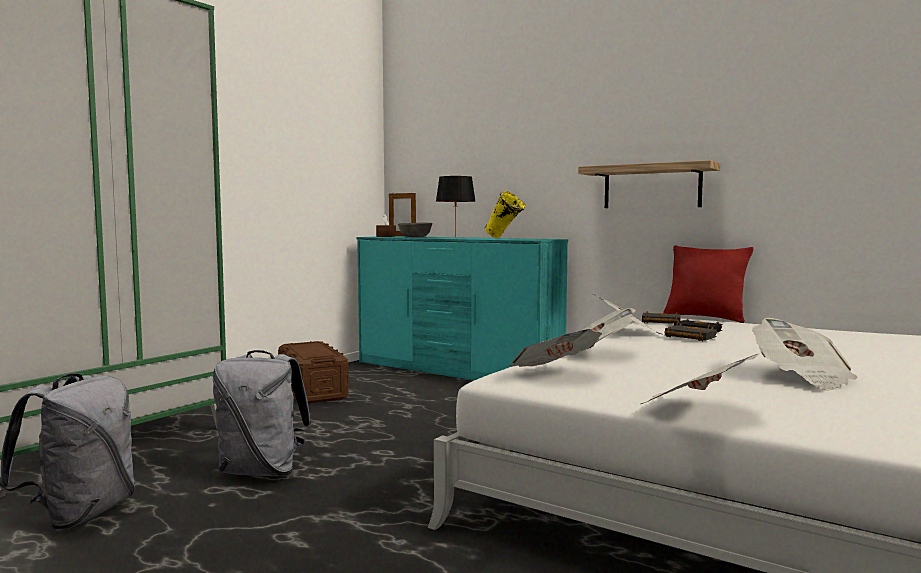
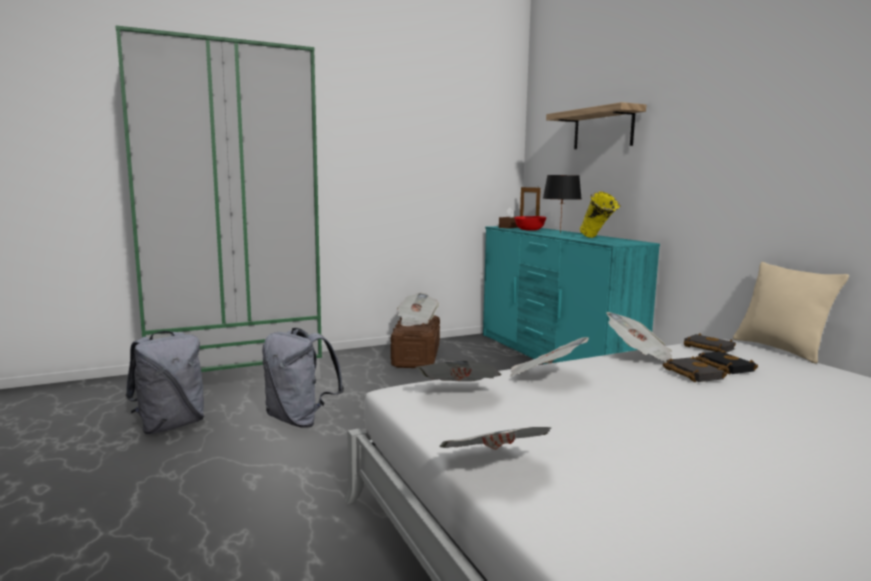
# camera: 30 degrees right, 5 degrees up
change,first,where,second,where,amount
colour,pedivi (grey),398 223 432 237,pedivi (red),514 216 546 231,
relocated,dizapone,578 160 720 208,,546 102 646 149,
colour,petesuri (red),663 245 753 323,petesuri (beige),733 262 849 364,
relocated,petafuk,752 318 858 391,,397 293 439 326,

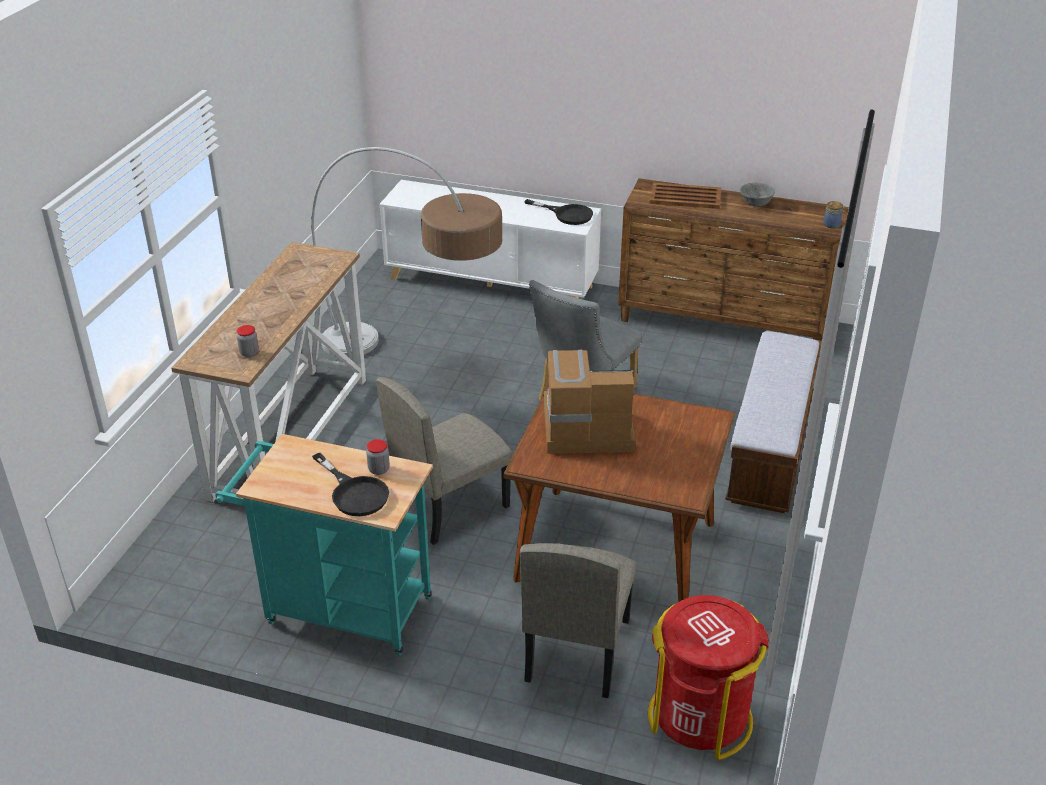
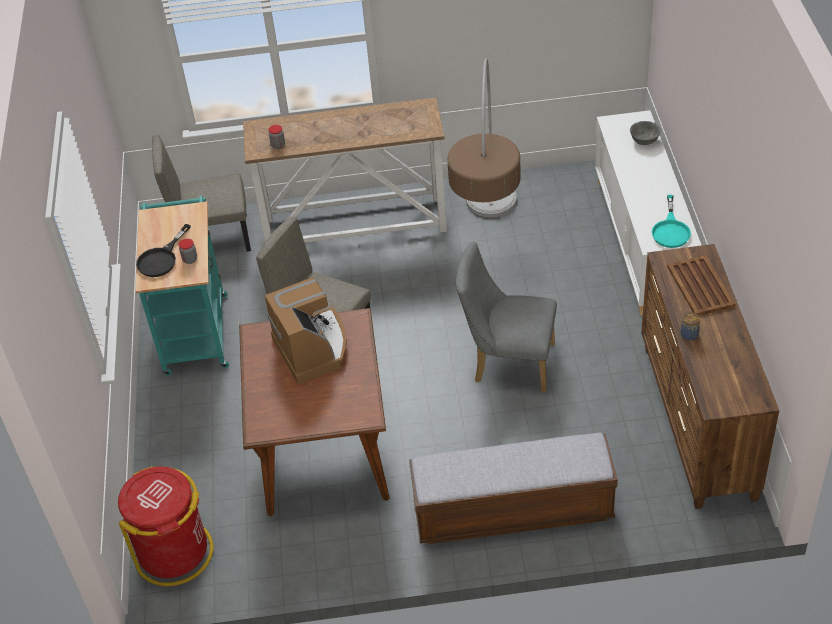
# camera: 70 degrees right, 10 degrees up
change,first,where,second,where,amount
relocated,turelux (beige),520 543 636 698,,152 135 251 251,
colour,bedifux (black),524 199 593 225,bedifux (turquoise),652 195 691 248,
relocated,pedivi (grey),740 182 775 206,,630 121 661 145,
relocated,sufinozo,823 201 845 229,,680 312 700 341,

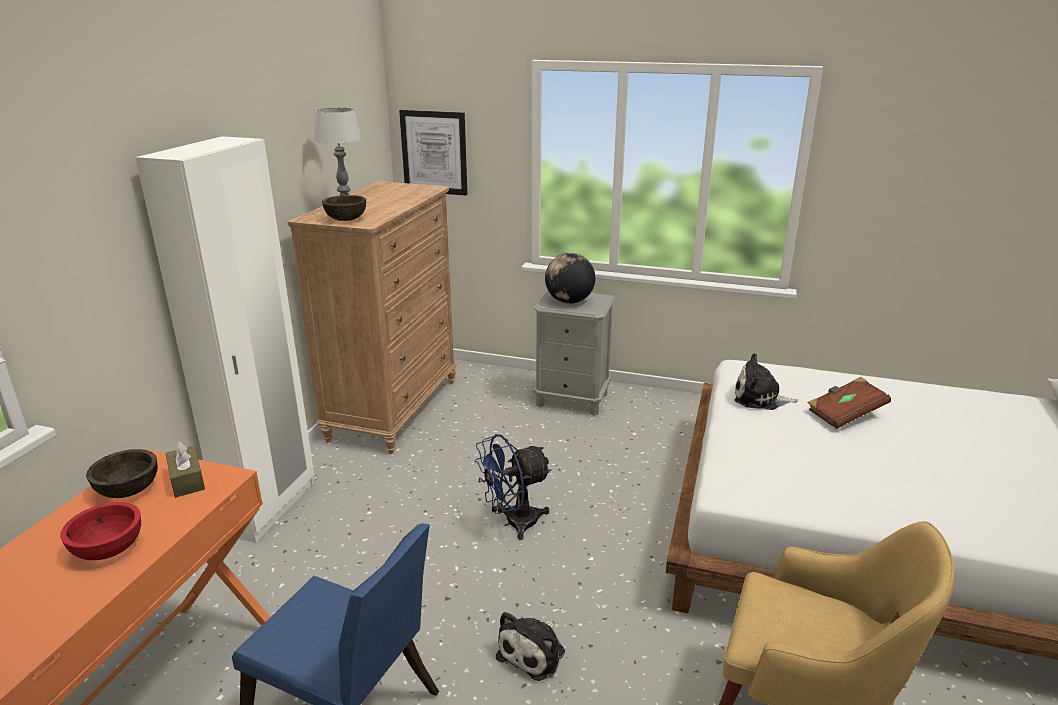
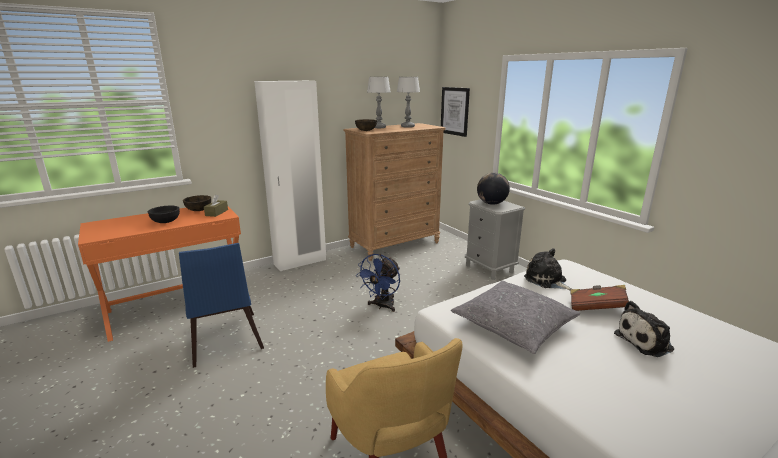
# camera: 40 degrees right, 5 degrees down
change,first,where,second,where,amount
colour,pedivi (red),60 502 141 560,pedivi (black),148 206 180 223,
spun,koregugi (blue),474 434 551 540,,356 254 400 312,75 degrees counterclockwise
relocated,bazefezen,496 612 565 681,,614 301 674 357,
appeared,,,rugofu,397 77 420 128,
appeared,,,petesuri (grey),451 281 580 354,

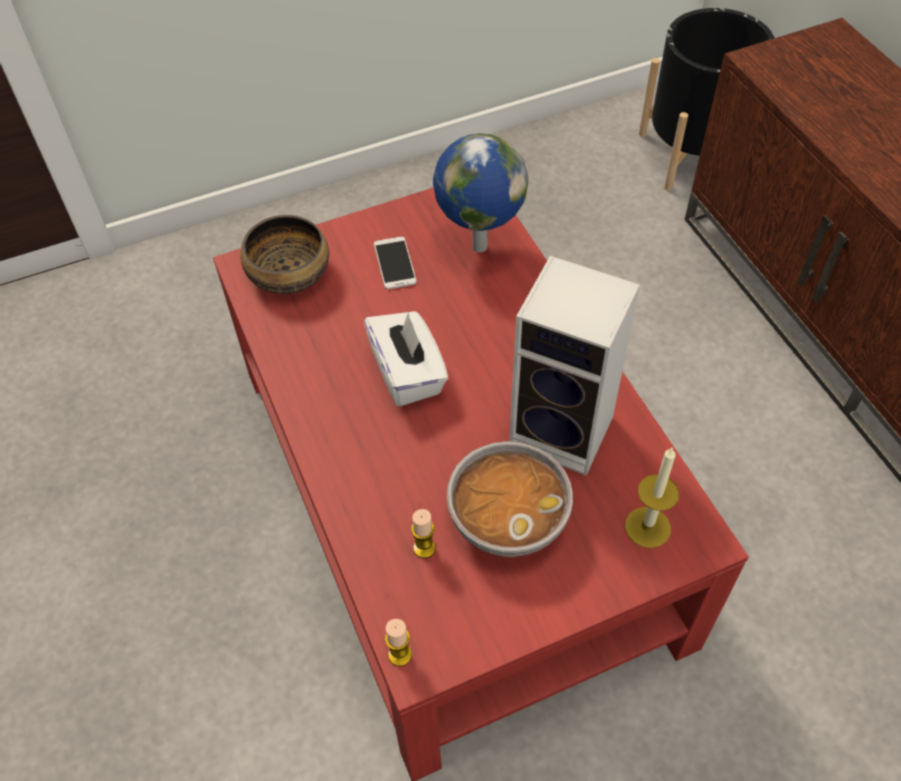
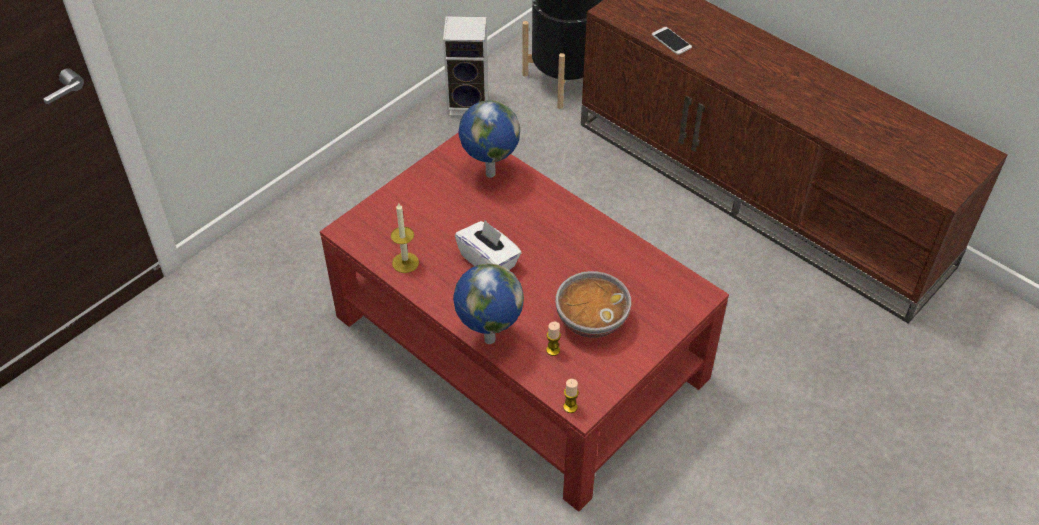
# camera: 25 degrees left, 5 degrees down
change,first,where,second,where,amount
missing,pedivi,240 215 329 294,,,
relocated,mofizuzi,374 236 417 289,,652 27 692 55,
relocated,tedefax,509 255 640 476,,443 16 488 116,
relocated,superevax,625 448 679 548,,391 202 419 273,
appeared,,,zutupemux,453 263 524 344,

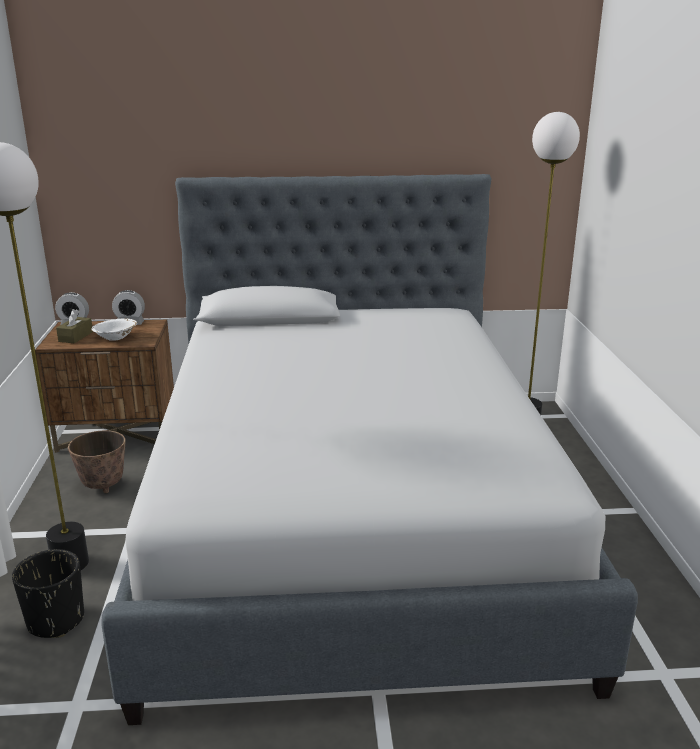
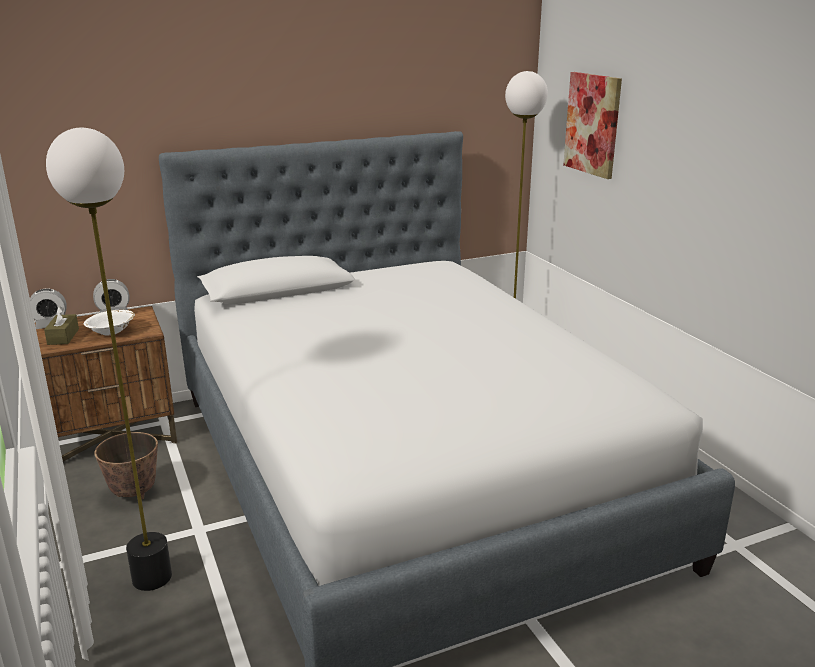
# camera: 20 degrees left, 0 degrees up
change,first,where,second,where,amount
missing,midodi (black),12 549 84 638,,,
appeared,,,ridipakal,563 72 622 179,

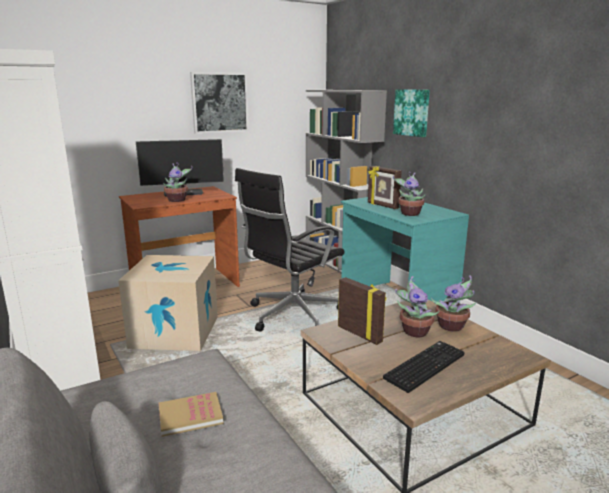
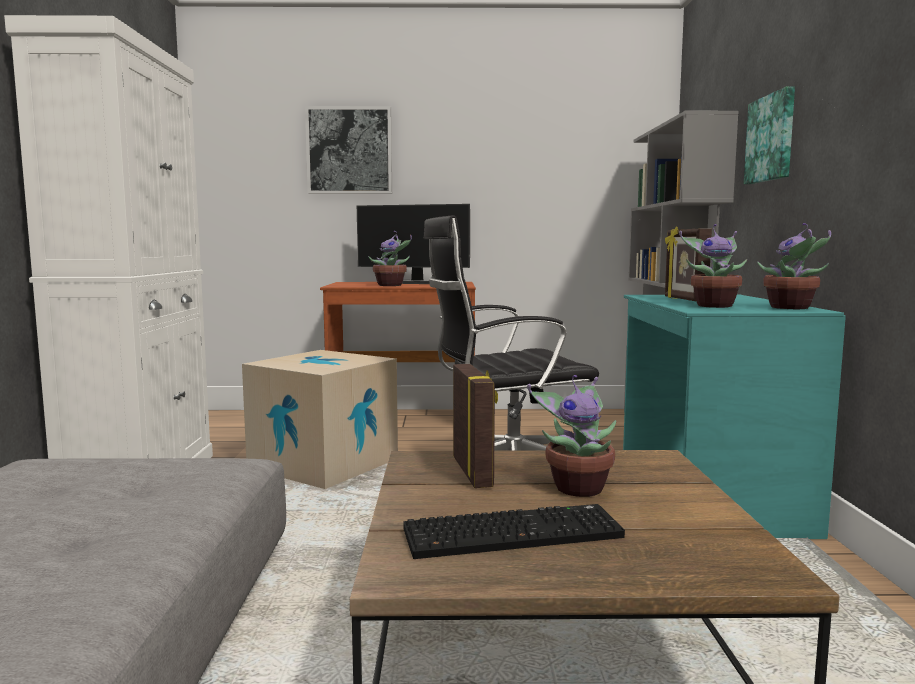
# camera: 30 degrees right, 10 degrees down
change,first,where,second,where,amount
missing,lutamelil,159 392 224 437,,,
relocated,ridipakal,190 72 249 134,,305 106 392 194,
relocated,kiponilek,431 275 477 332,,757 223 831 309,

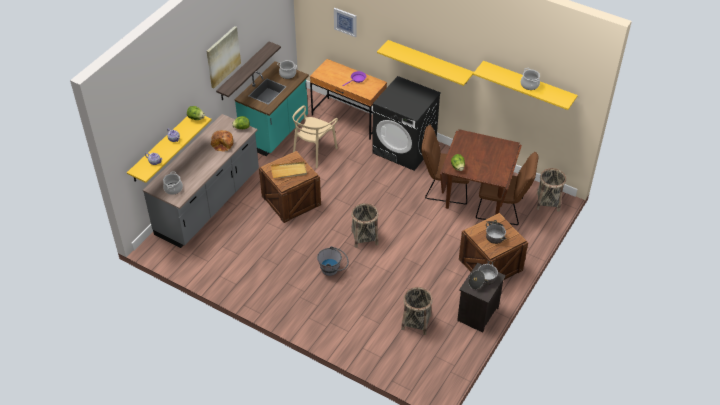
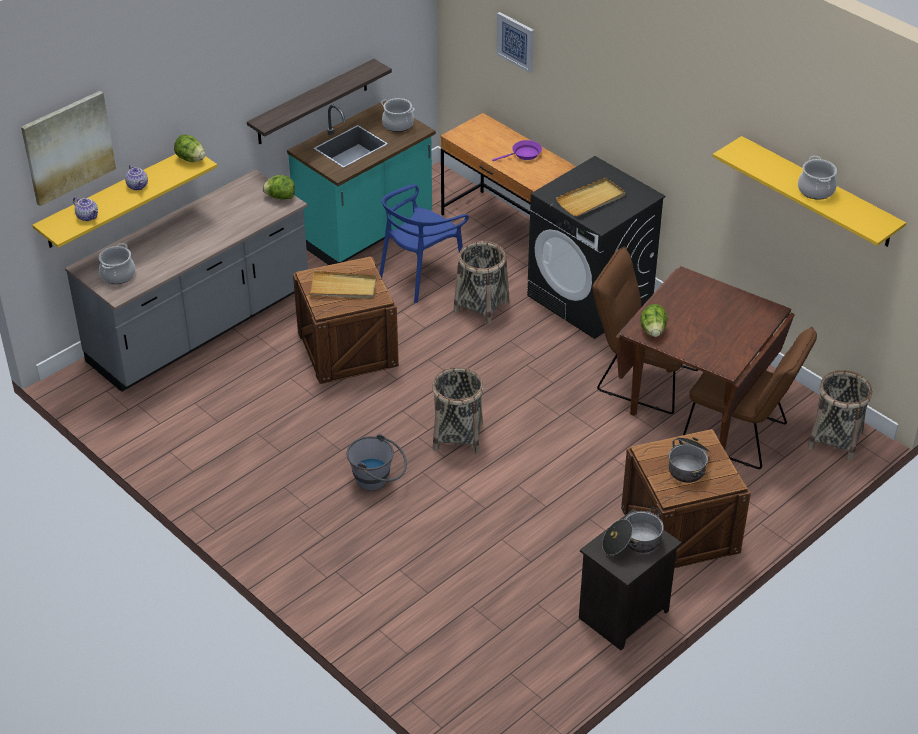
# camera: 15 degrees right, 5 degrees down
change,first,where,second,where,amount
relocated,ridipakal,206 26 241 88,,21 91 116 206,
missing,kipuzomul,211 130 233 152,,,
colour,turelux (beige),292 105 338 168,turelux (blue),379 184 469 303,
missing,dizapone (yellow),377 40 474 86,,,
relocated,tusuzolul,401 287 433 335,,454 241 509 325,
appeared,,,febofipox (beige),556 178 626 216,

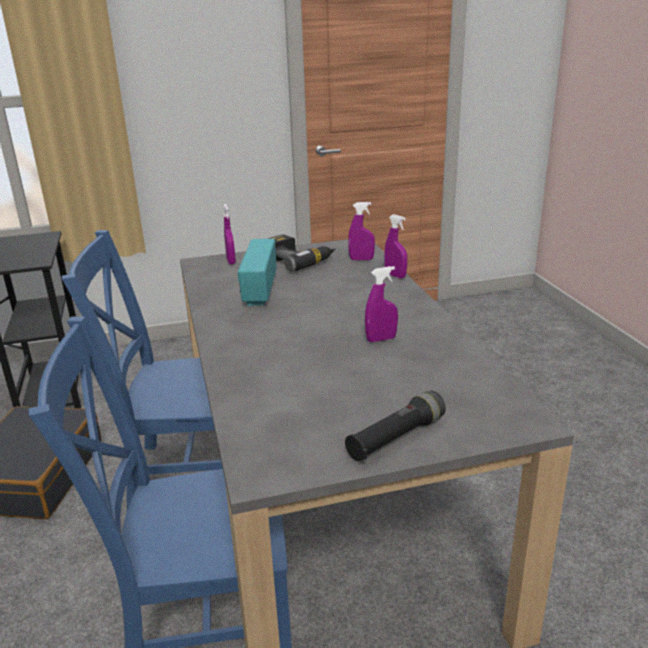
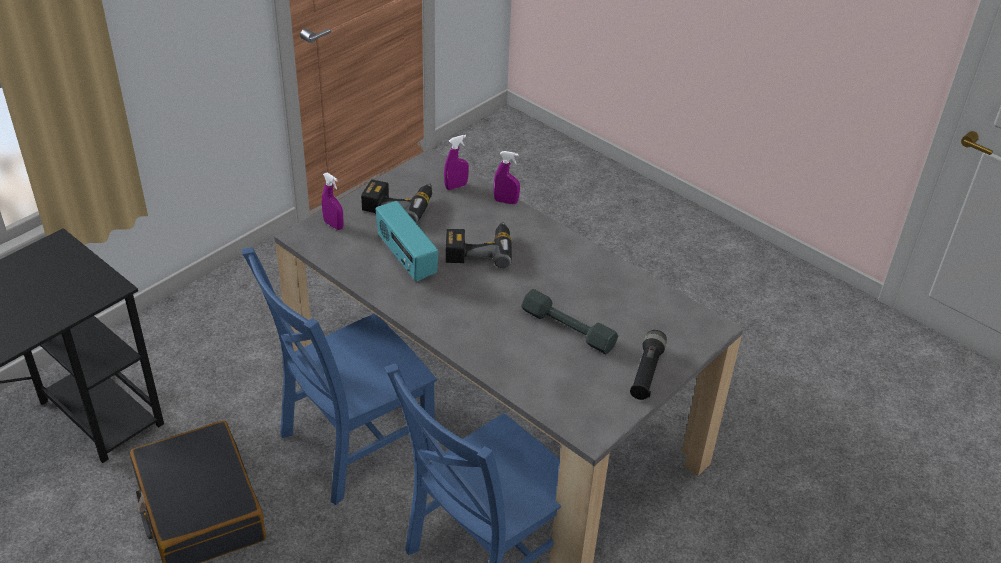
# camera: 35 degrees left, 15 degrees up
change,first,where,second,where,amount
missing,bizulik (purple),365 266 398 342,,,
appeared,,,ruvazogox,446 221 512 268,
appeared,,,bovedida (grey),521 289 618 354,

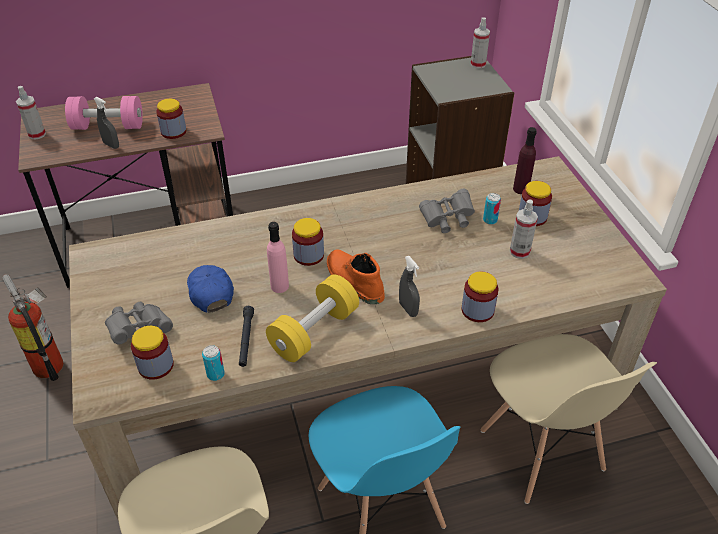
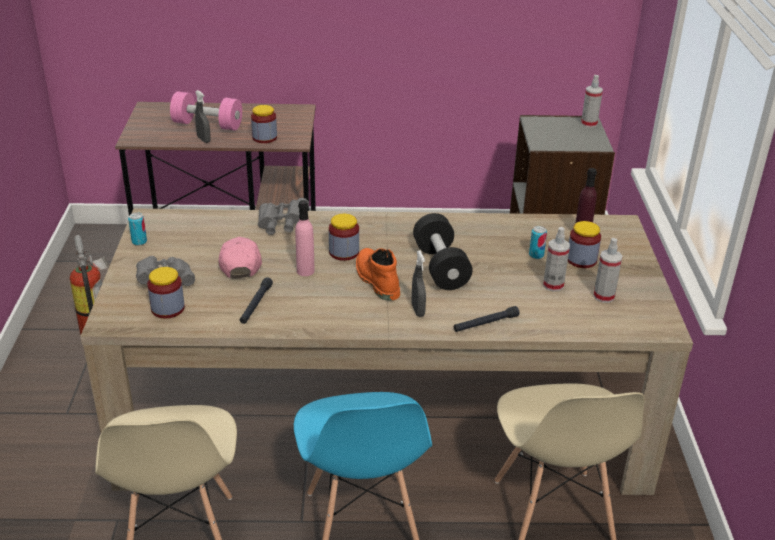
# camera: 15 degrees right, 10 degrees down
change,first,where,second,where,amount
relocated,bizulik,16 86 46 140,,593 238 622 303,
colour,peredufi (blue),187 265 234 313,peredufi (pink),219 237 262 279,
relocated,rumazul,202 345 225 381,,128 212 147 246,
missing,bovedida (yellow),266 274 359 362,,,
relocated,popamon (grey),419 189 475 233,,258 198 309 235,
exchanged,sufinozo,462 272 499 322,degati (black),454 306 519 332,
appeared,,,bovedida (black),413 213 473 290,

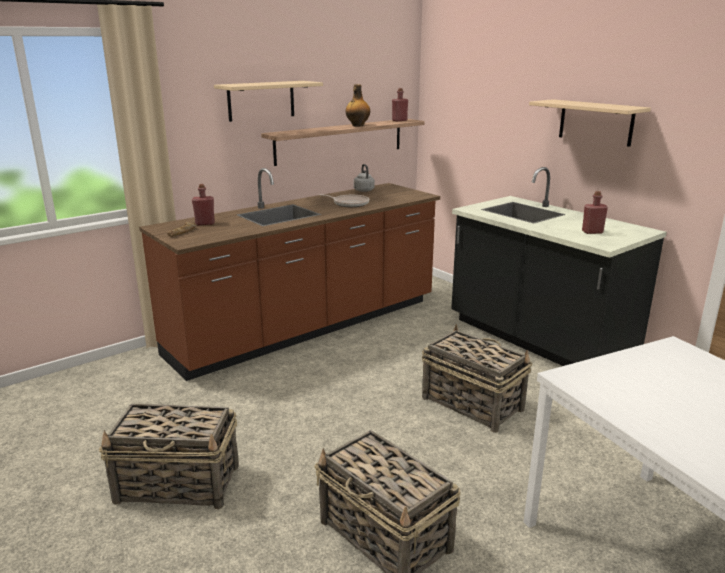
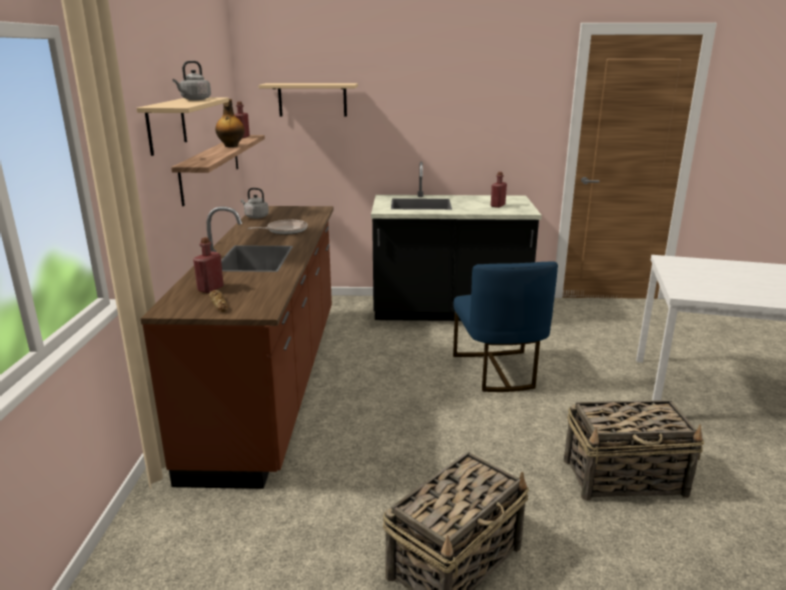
# camera: 50 degrees left, 0 degrees up
change,first,where,second,where,amount
exchanged,tusuzolul,422 324 532 433,turelux (blue),453 261 558 392,
relocated,dizapone (beige),529 99 651 147,,258 83 358 117,
appeared,,,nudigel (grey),173 61 211 100,

